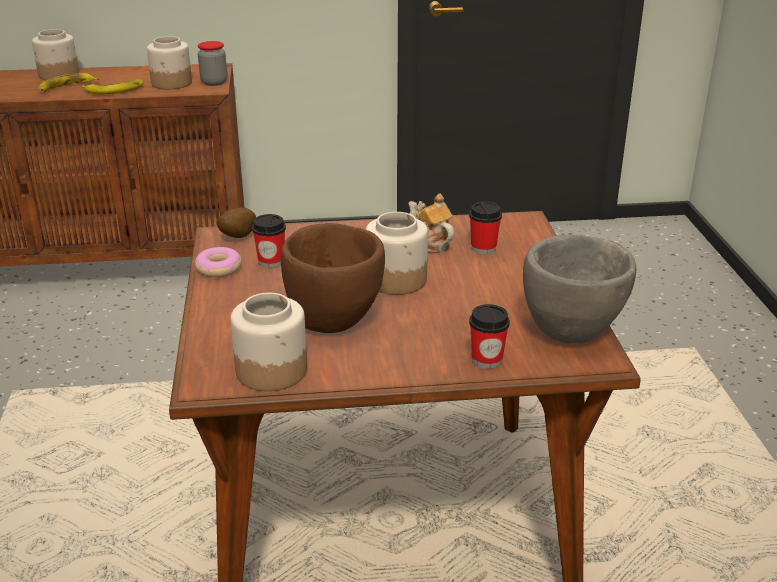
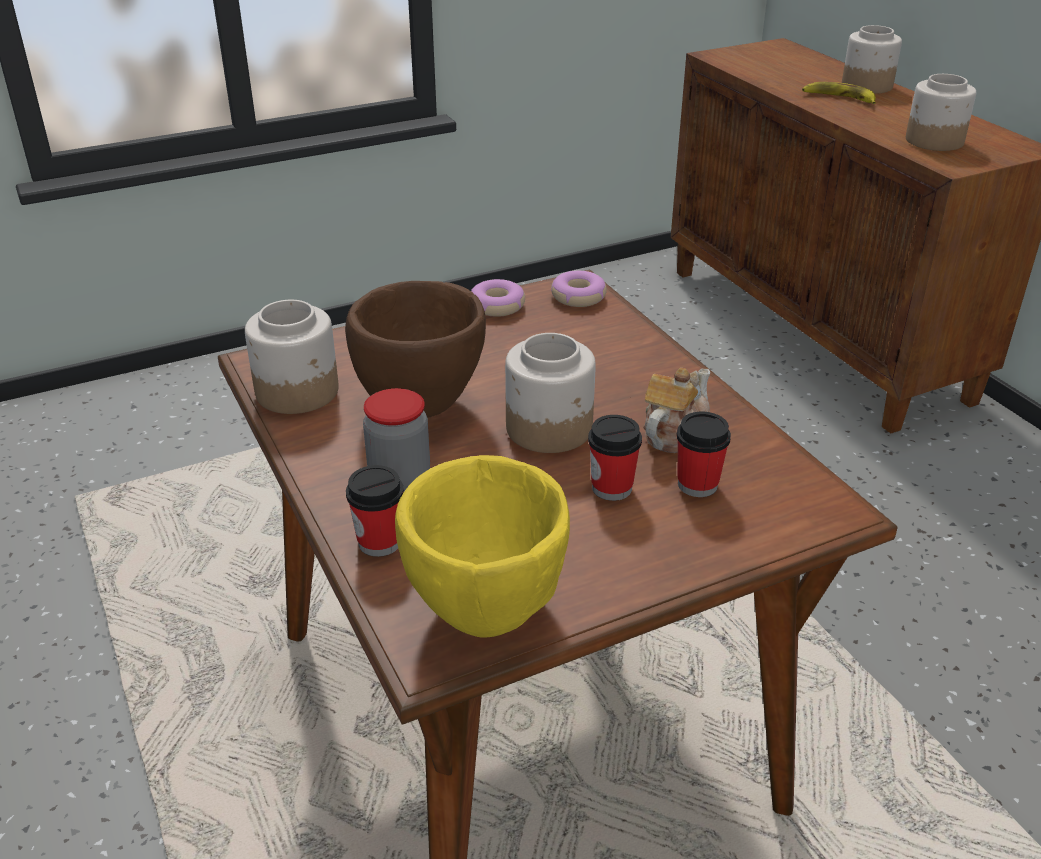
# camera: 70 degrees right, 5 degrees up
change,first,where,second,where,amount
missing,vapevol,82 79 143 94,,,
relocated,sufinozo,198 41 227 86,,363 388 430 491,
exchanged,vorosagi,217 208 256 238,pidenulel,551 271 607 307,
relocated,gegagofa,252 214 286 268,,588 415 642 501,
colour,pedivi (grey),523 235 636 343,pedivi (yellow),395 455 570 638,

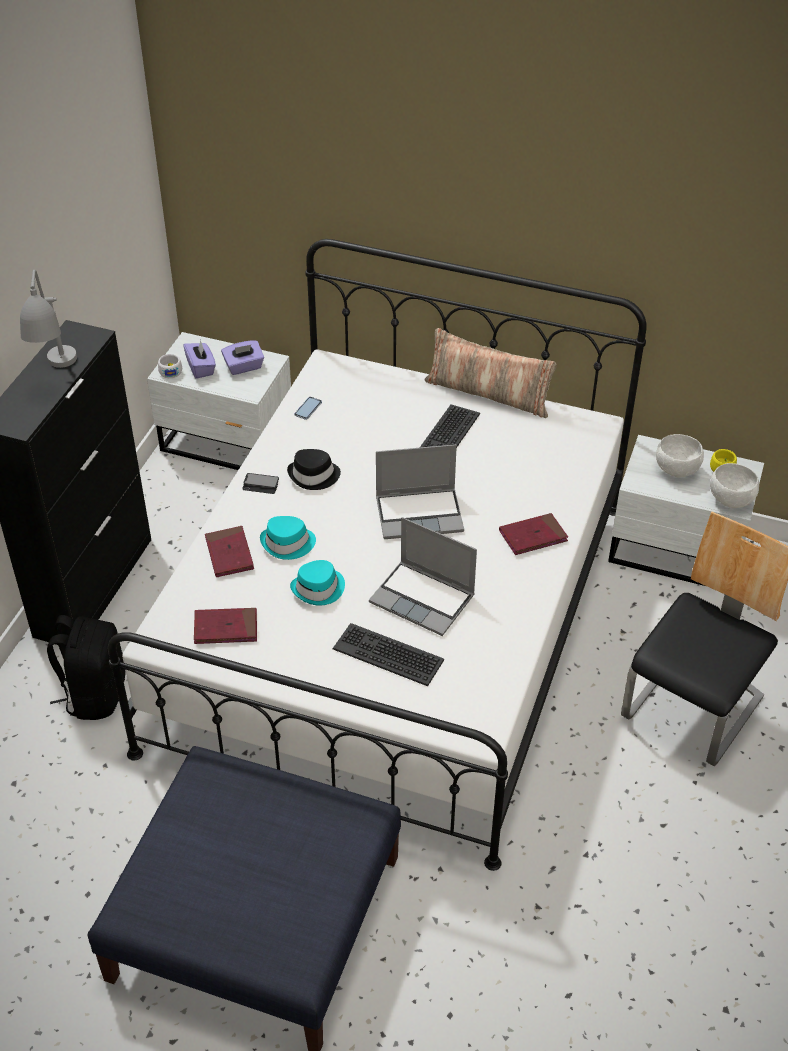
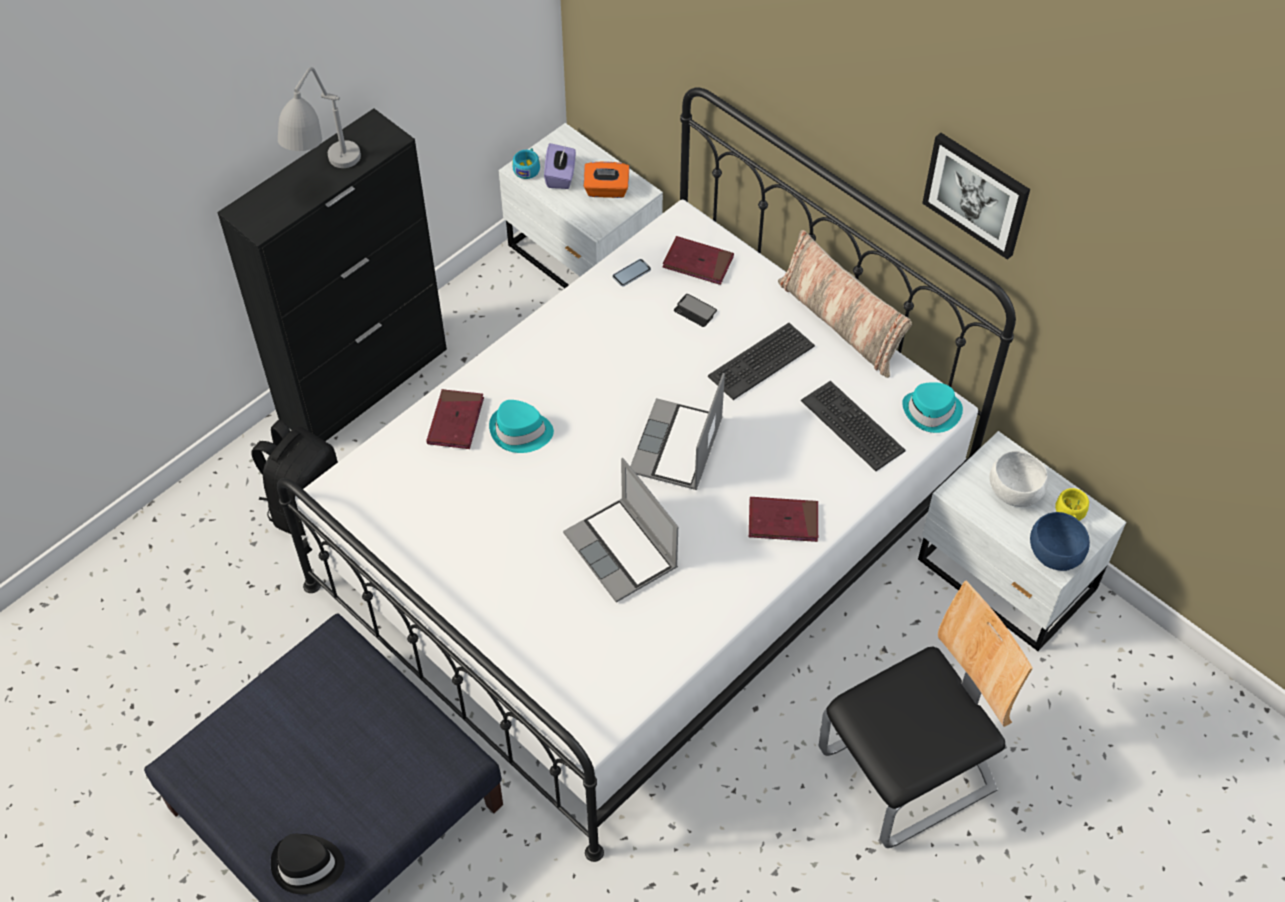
# camera: 25 degrees right, 10 degrees up
change,first,where,second,where,amount
colour,gegagofa (white),158 353 182 378,gegagofa (turquoise),513 148 540 179,
relocated,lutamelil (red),194 608 257 644,,662 236 734 285,
colour,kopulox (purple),221 340 264 375,kopulox (orange),584 162 630 198,
relocated,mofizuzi,242 473 279 494,,674 294 717 327,
relocated,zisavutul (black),287 449 341 490,,270 834 345 894,
relocated,zisavutul (turquoise),290 560 345 606,,902 382 963 433,
relocated,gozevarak,333 623 444 686,,801 381 906 471,
spun,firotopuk,376 444 464 539,,630 373 725 490,90 degrees clockwise
colour,pedivi (white),710 463 759 508,pedivi (blue),1030 512 1090 571,
appeared,,,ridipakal,922 133 1030 260,

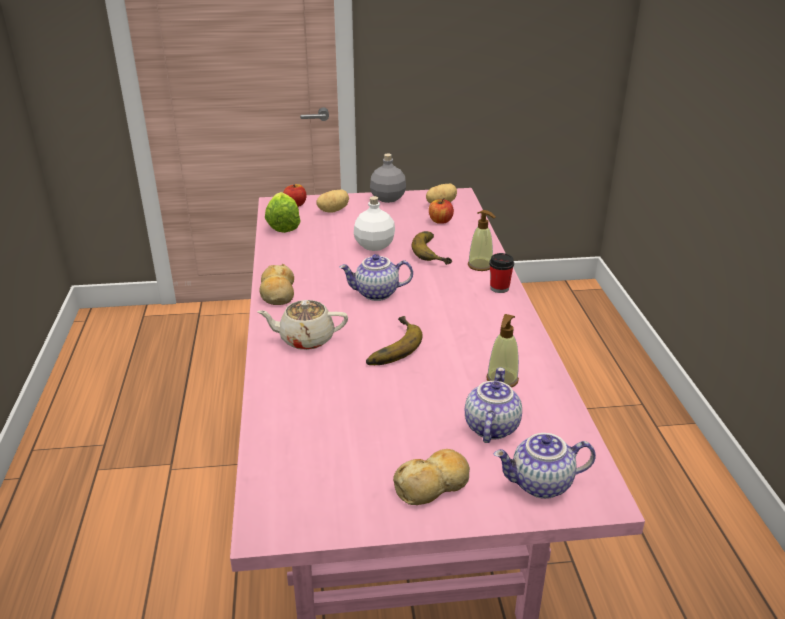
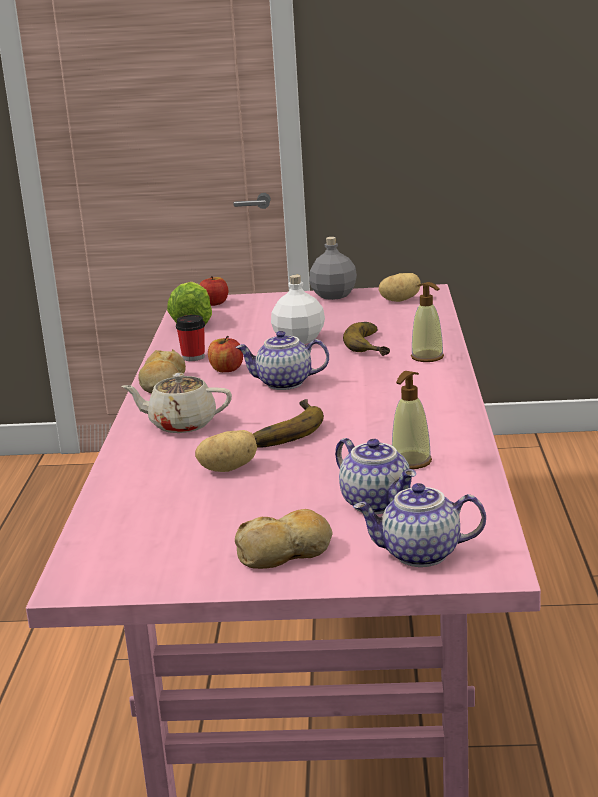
# camera: 10 degrees right, 10 degrees down
change,first,where,second,where,amount
relocated,vorosagi,316 189 349 213,,195 430 257 472,
relocated,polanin,429 198 454 224,,208 336 243 372,
spun,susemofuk,465 367 522 443,,335 438 416 514,120 degrees clockwise
relocated,gegagofa,489 253 514 293,,176 315 205 361,

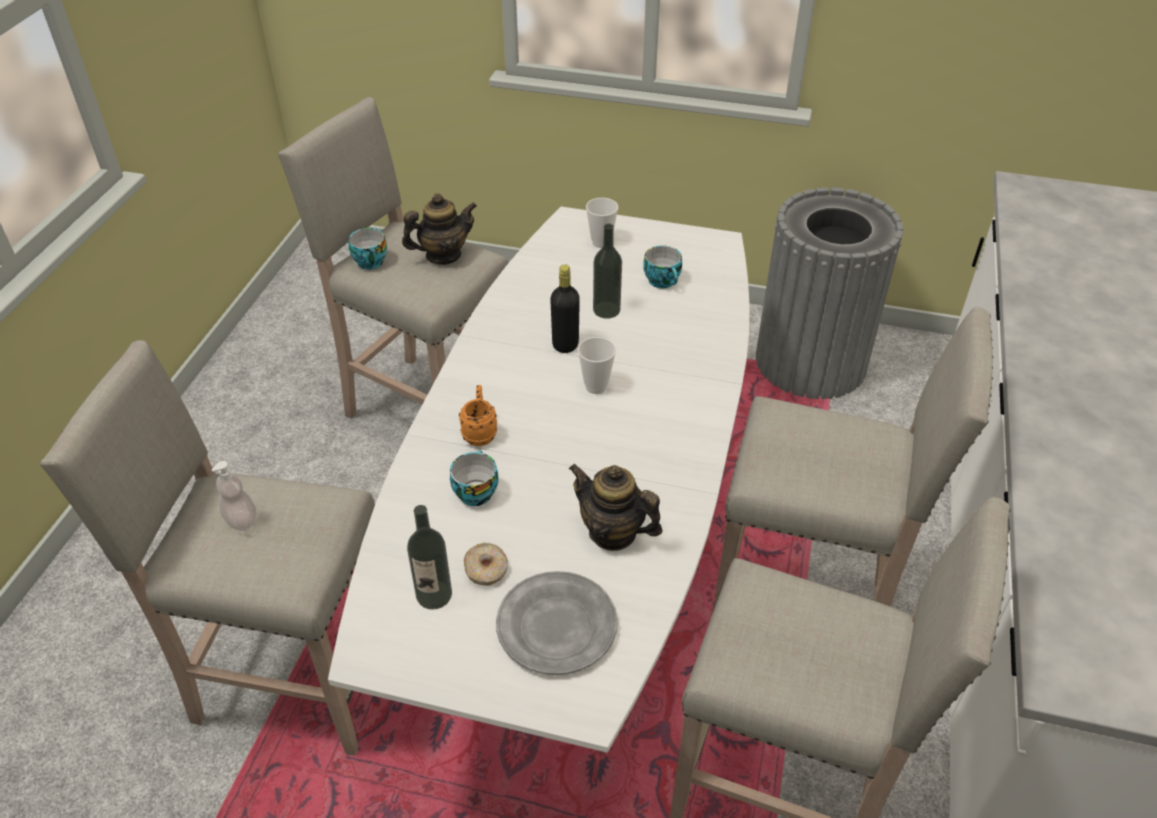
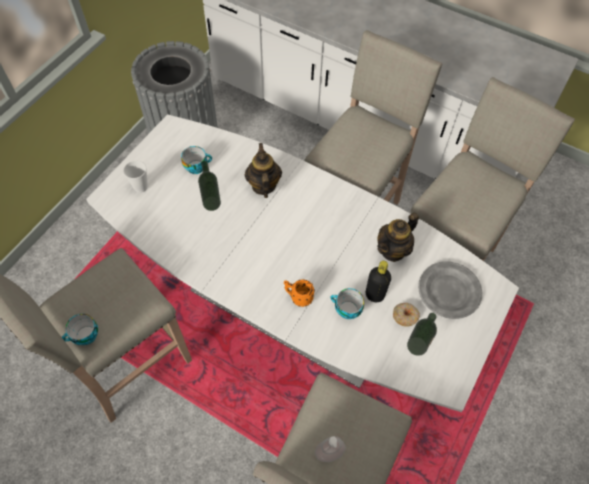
# camera: 75 degrees left, 15 degrees up
change,first,where,second,where,amount
relocated,susemofuk,402 193 477 265,,245 143 282 198,
relocated,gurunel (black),550 264 580 353,,366 261 391 302,
missing,gegagofa,578 337 616 394,,,

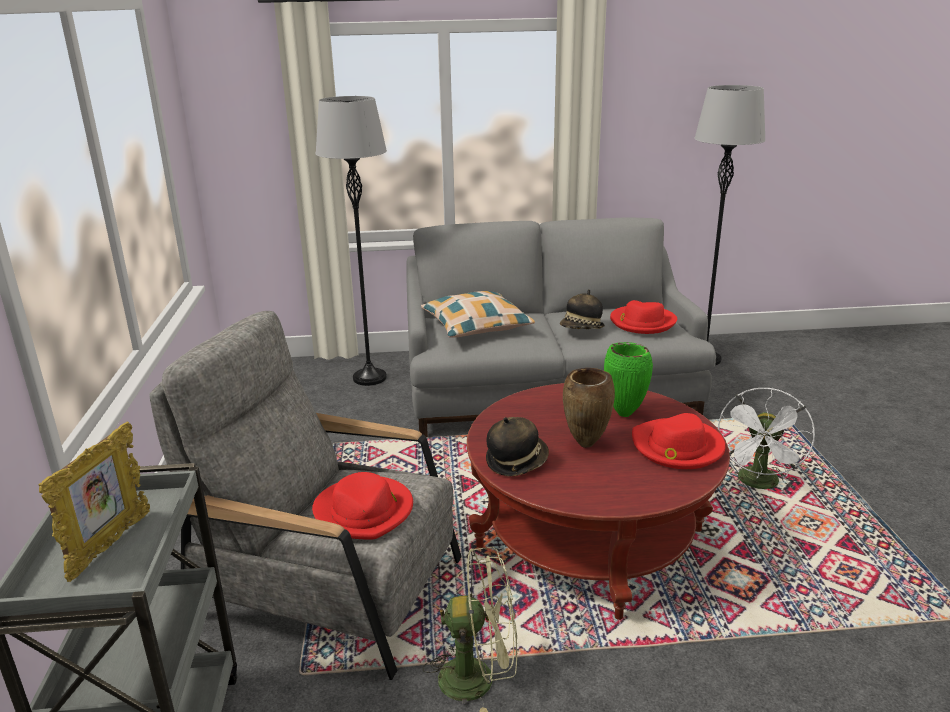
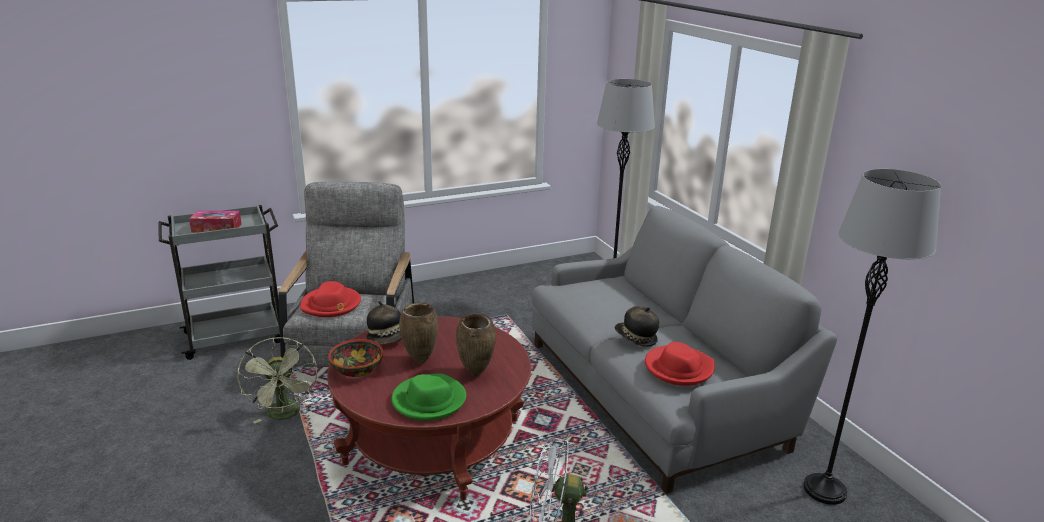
# camera: 70 degrees right, 0 degrees up
change,first,where,second,where,amount
exchanged,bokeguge,39 421 150 582,kopulox,189 211 241 232,
missing,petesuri,421 291 535 338,,,
colour,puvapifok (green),604 342 653 417,puvapifok (brown),456 313 496 376,
colour,zisavutul (red),632 413 726 469,zisavutul (green),391 373 466 421,
appeared,,,pedivi,328 339 383 377,

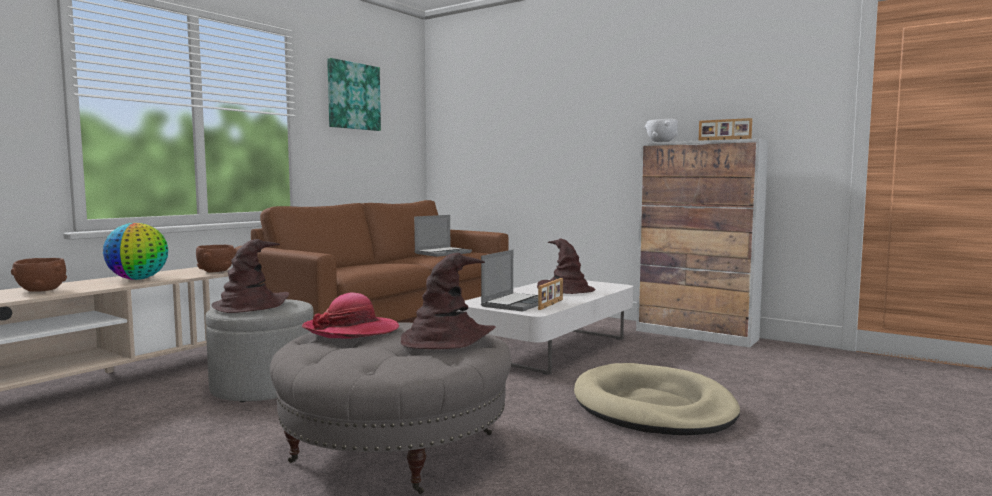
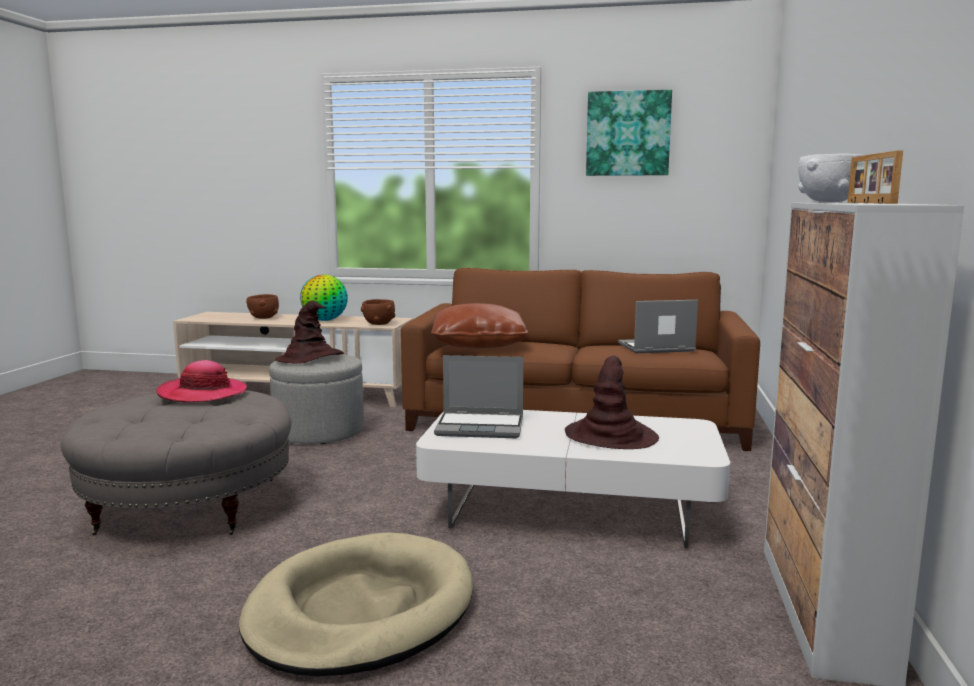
# camera: 65 degrees right, 5 degrees up
change,first,where,second,where,amount
missing,zisavutul (brown),400 253 496 349,,,
spun,firotopuk,414 215 472 257,,618 300 698 353,150 degrees clockwise
missing,bokeguge,538 278 563 310,,,
appeared,,,petesuri (brown),431 303 528 348,

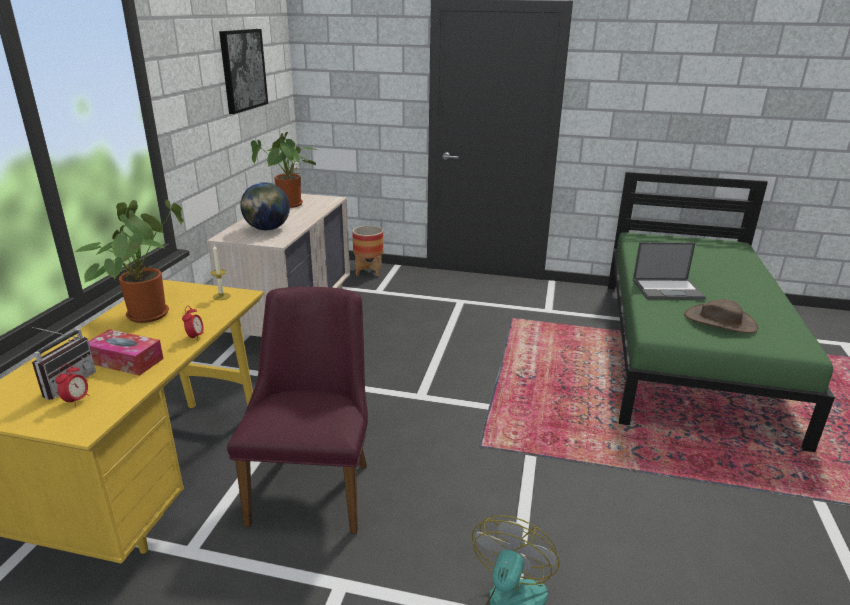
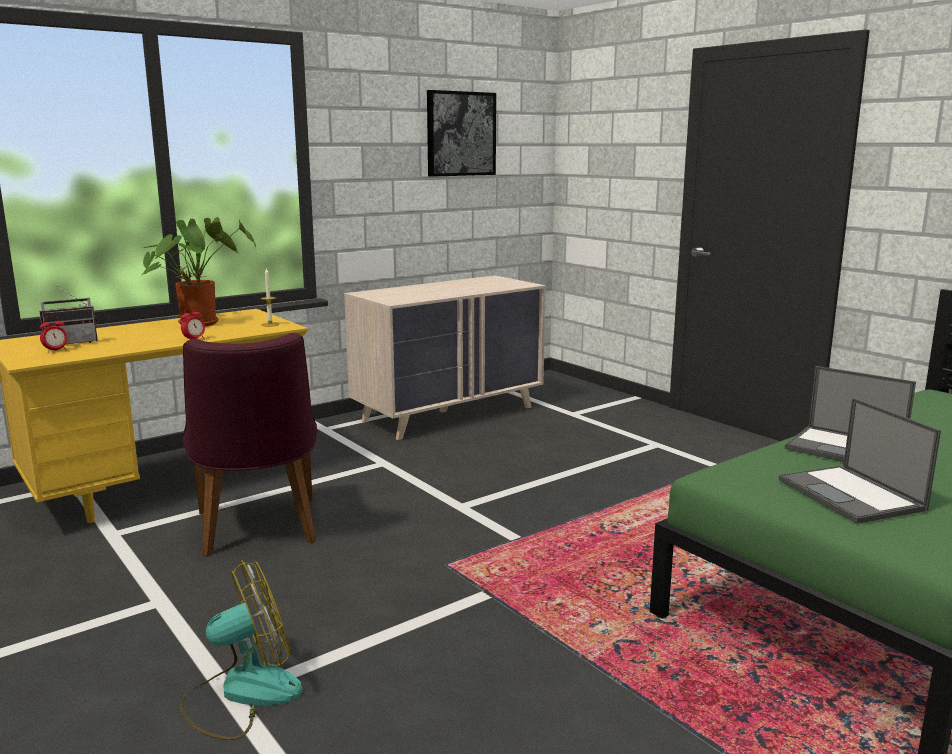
# camera: 40 degrees right, 10 degrees down
change,first,where,second,where,amount
missing,kopulox,88 329 164 376,,,
spun,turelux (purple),227 286 368 534,,183 333 317 557,120 degrees clockwise
missing,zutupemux,240 182 290 230,,,
missing,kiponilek,251 132 317 208,,,
missing,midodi,352 226 384 277,,,
exchanged,zisavutul (brown),684 299 758 333,firotopuk,779 398 941 524,

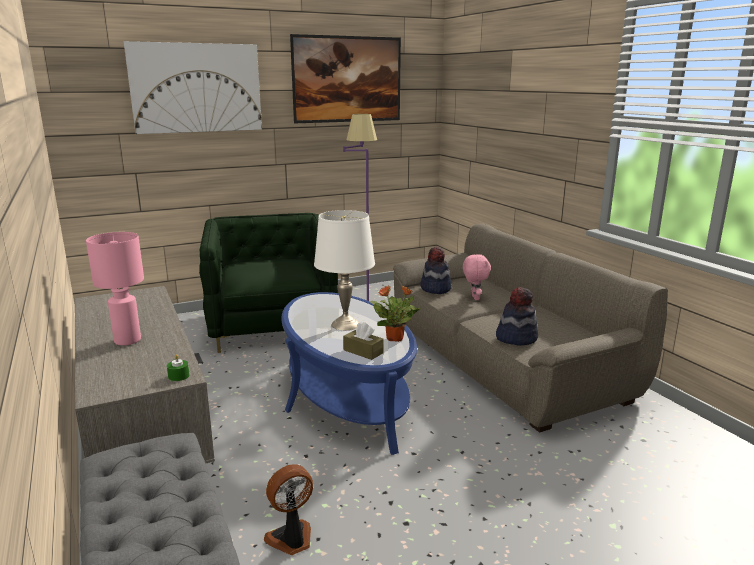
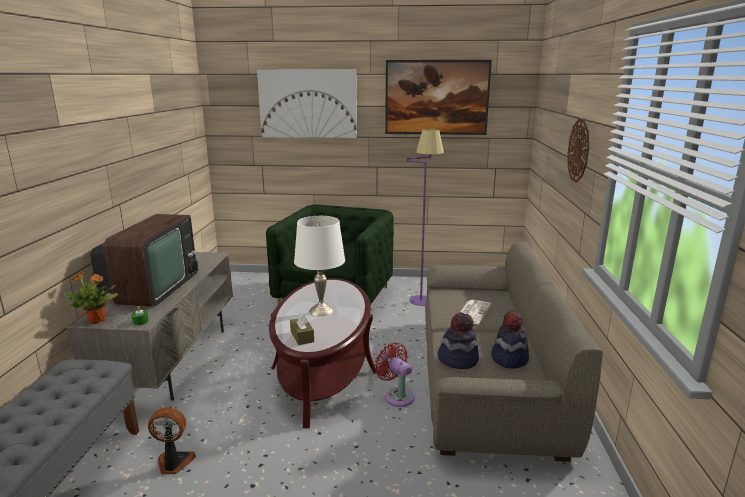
# camera: 30 degrees right, 0 degrees up
change,first,where,second,where,amount
exchanged,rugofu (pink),86 232 144 345,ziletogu,90 214 199 307,
colour,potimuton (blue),281 292 417 455,potimuton (brown),269 278 376 428,
relocated,kiponilek,370 285 421 342,,64 272 118 324,
relocated,zisavutul,420 247 452 294,,491 311 529 369,
exchanged,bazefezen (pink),463 254 491 300,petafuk,460 300 491 324,
appeared,,,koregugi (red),375 343 415 407,
appeared,,,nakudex,567 119 589 183,

